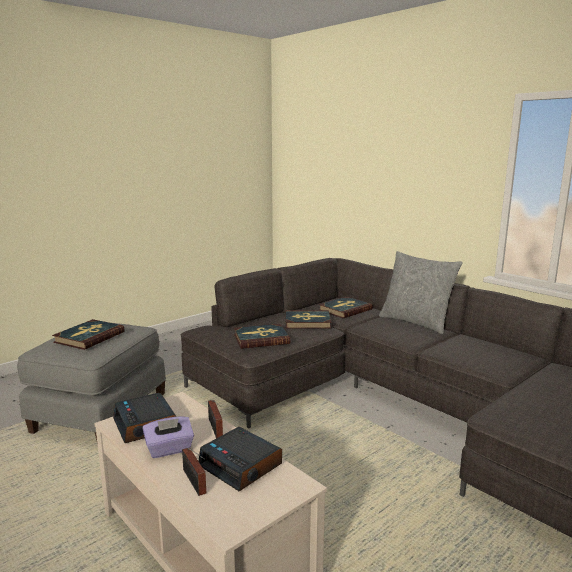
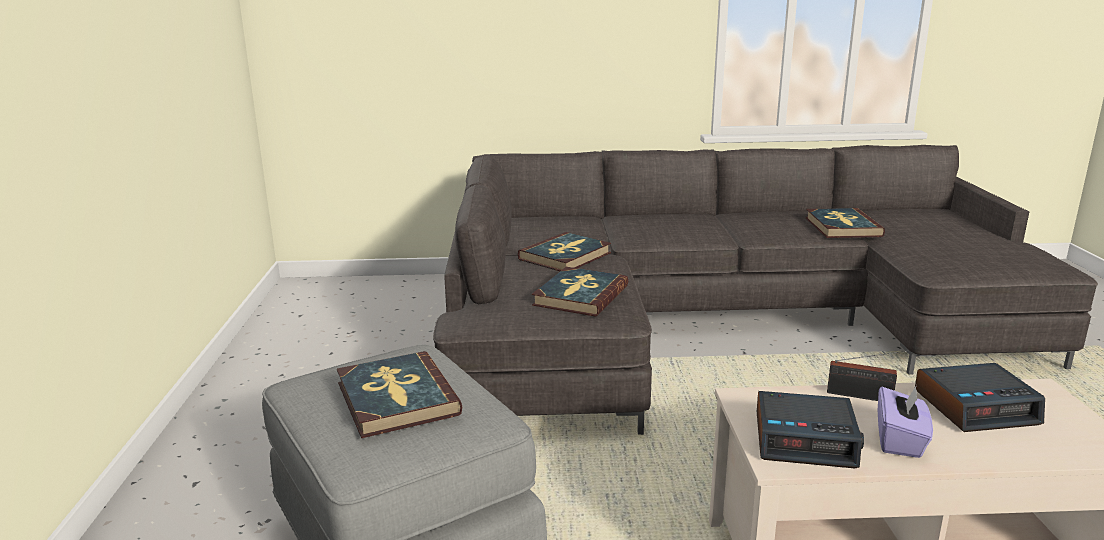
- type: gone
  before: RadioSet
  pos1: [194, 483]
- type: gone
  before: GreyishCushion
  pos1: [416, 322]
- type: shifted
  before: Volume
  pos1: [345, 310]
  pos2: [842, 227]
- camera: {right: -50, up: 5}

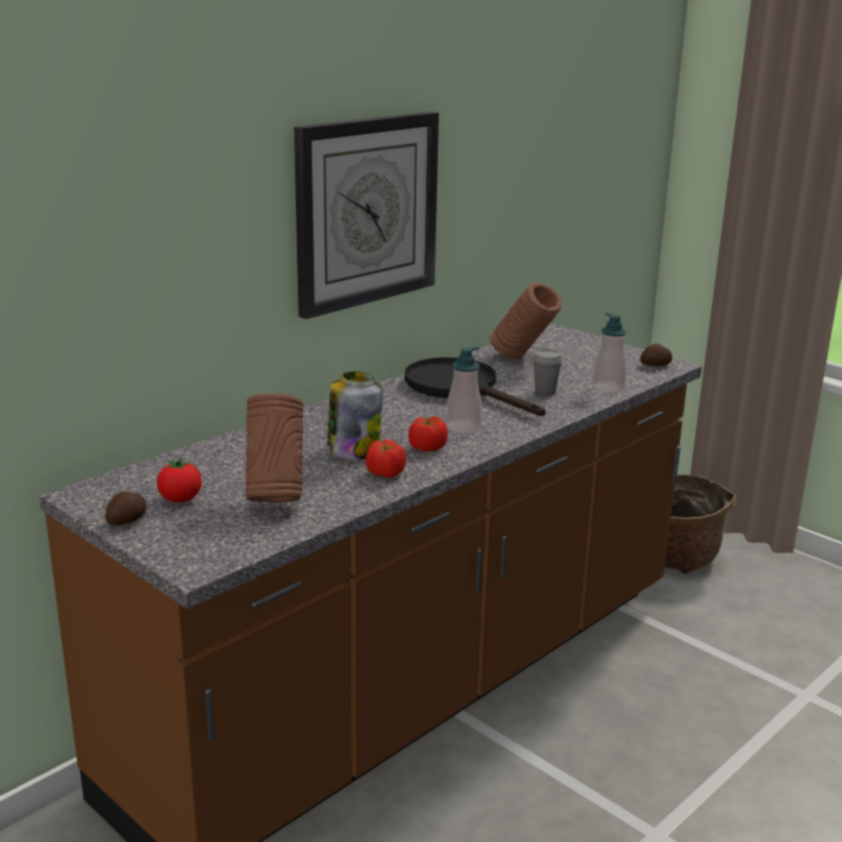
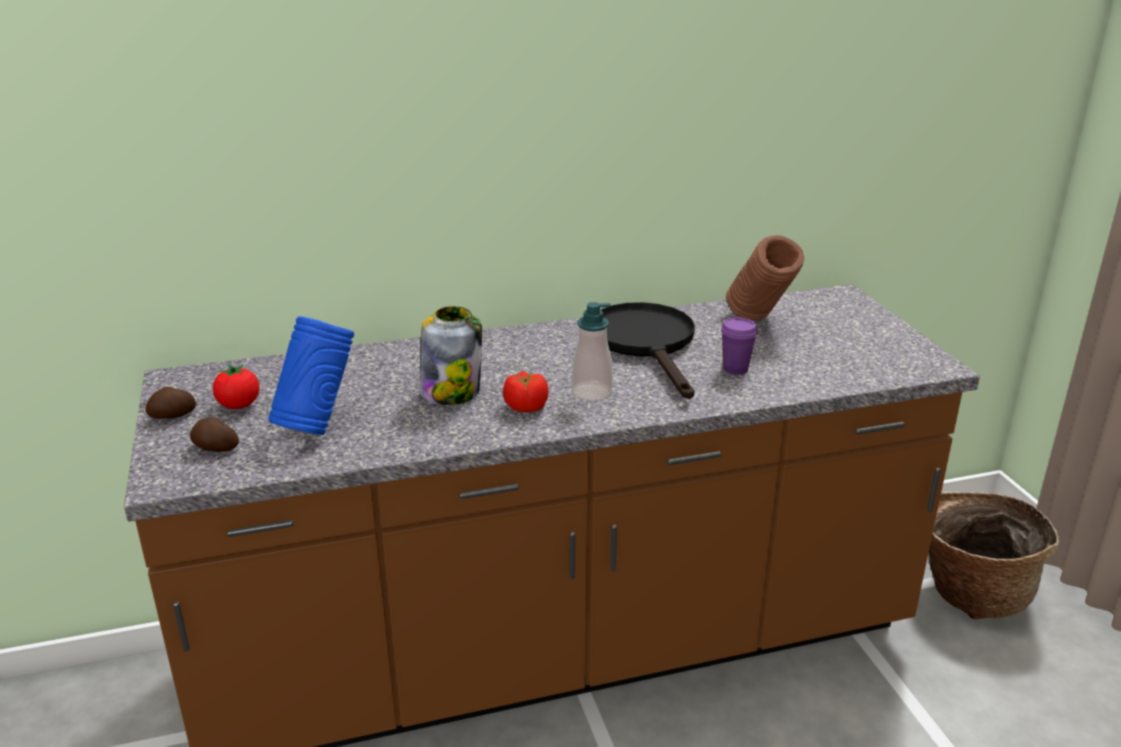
- type: gone
  before: WallClock
  pos1: [366, 211]
- type: gone
  before: FreshTomato
  pos1: [385, 473]
- type: gone
  before: SoapDispenser
  pos1: [608, 388]
- type: shifted
  before: WholePotato
  pos1: [656, 365]
  pos2: [215, 448]
- type: repainted
  before: BrownDecorativeVase
  after: BlueColouredDecorativeVase
  pos1: [276, 498]
  pos2: [317, 427]
- type: repainted
  before: GreyishSmallCup
  after: PurplishSmallCup
  pos1: [545, 392]
  pos2: [735, 369]
- camera: {right: 30, up: 5}

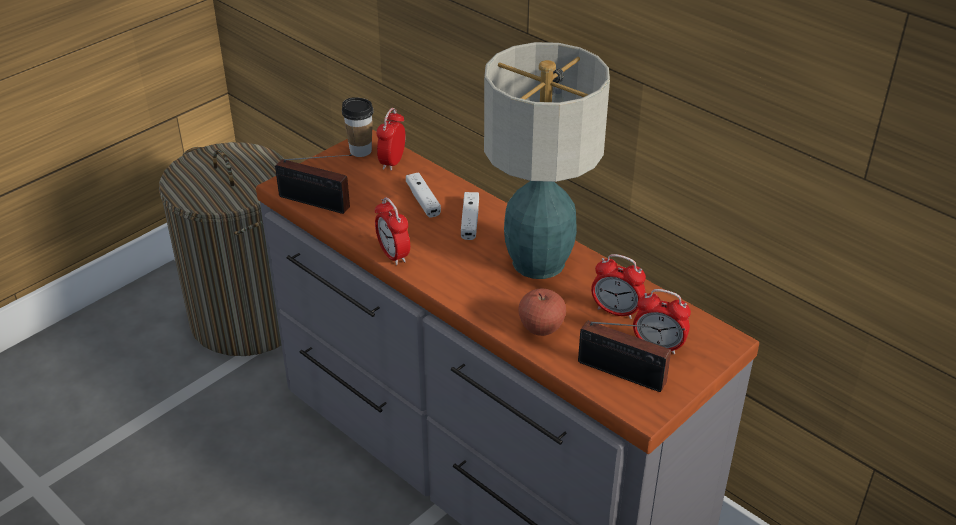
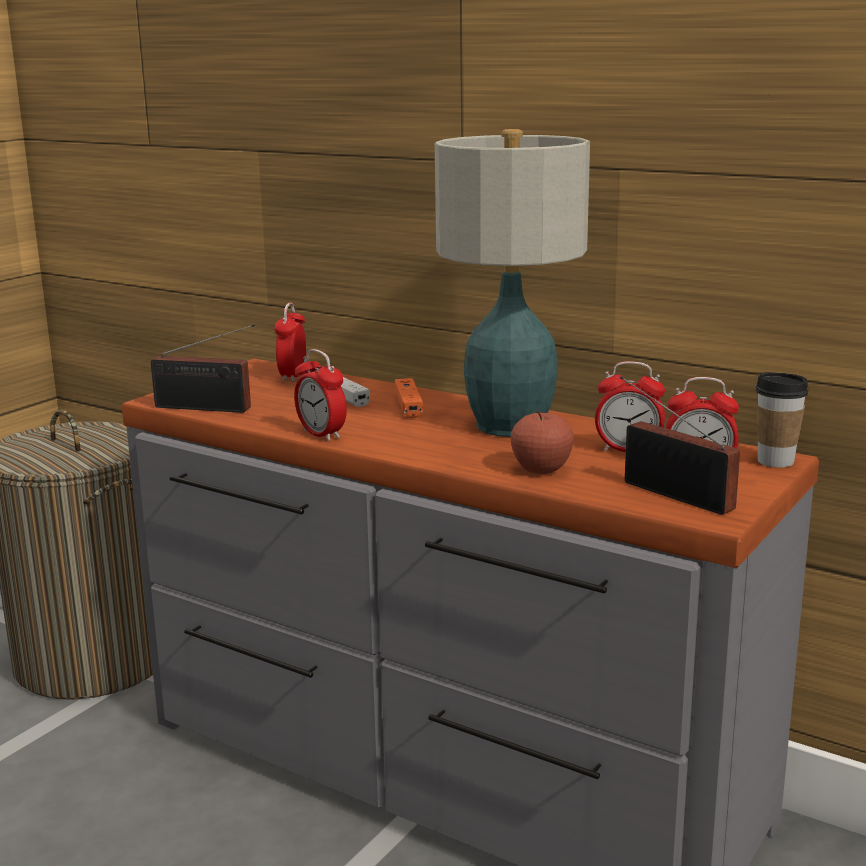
- type: shifted
  before: SmallCup
  pos1: [360, 151]
  pos2: [775, 461]
- type: repainted
  before: WhiteJoypad
  after: OrangeyJoypad
  pos1: [470, 221]
  pos2: [408, 406]
- type: rotated
  before: RadioSet
  pos1: [626, 375]
  pos2: [673, 493]
  turn: -150
- camera: {right: -10, up: -20}

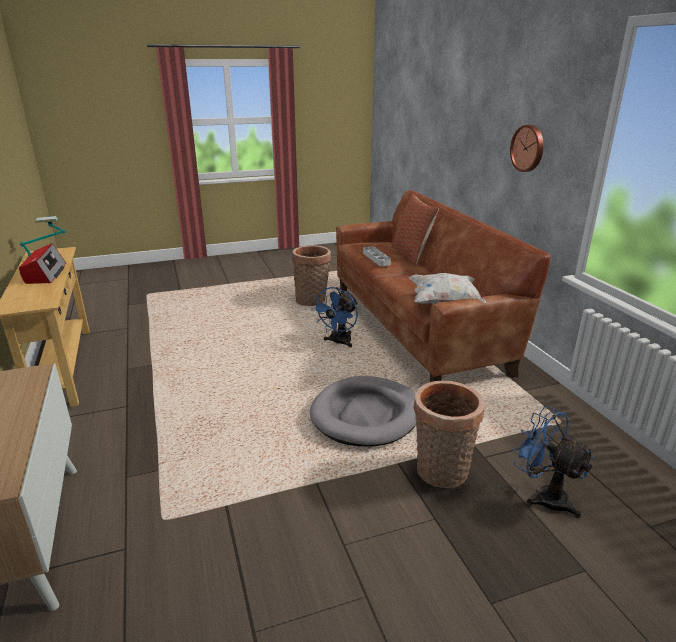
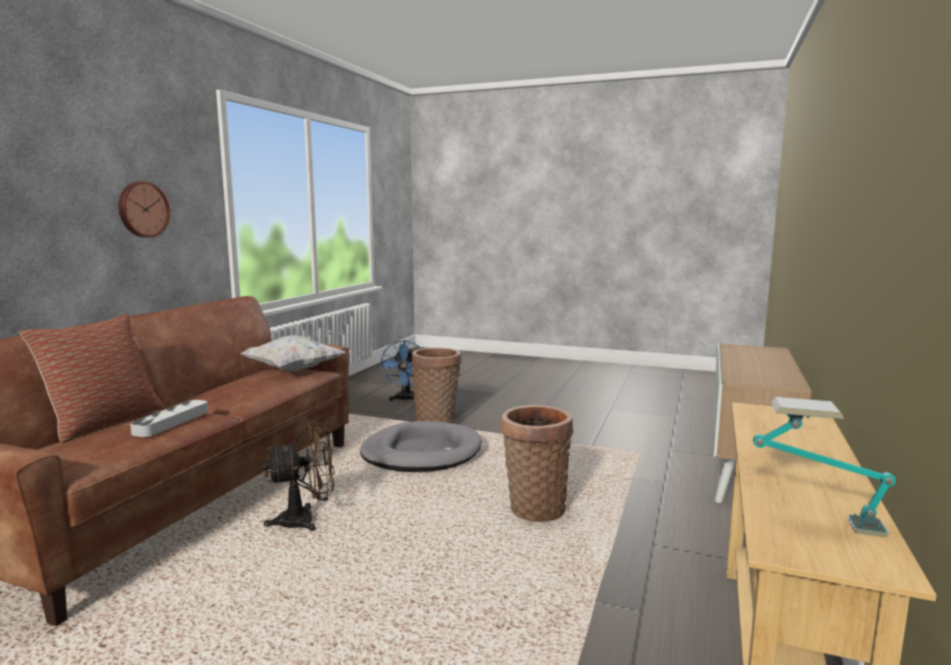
- type: gone
  before: RadioSet
  pos1: [45, 274]
- type: shifted
  before: HouseholdBasket
  pos1: [312, 301]
  pos2: [534, 508]
- type: repainted
  before: BlueColouredElectricFan
  after: BrownElectricFan
  pos1: [338, 342]
  pos2: [306, 520]
- camera: {right: -140, up: -15}

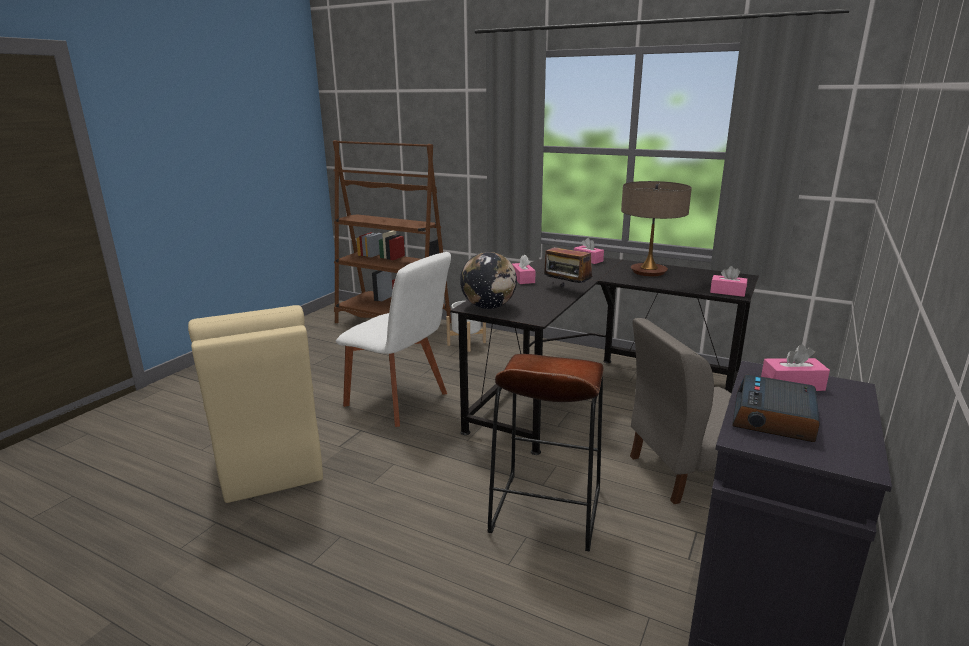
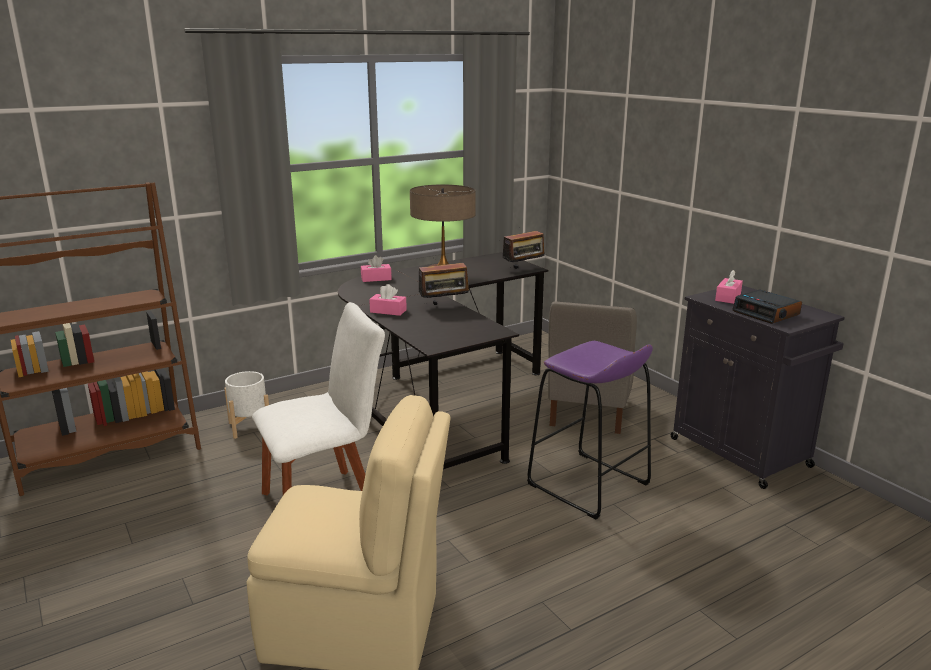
- type: gone
  before: WorldGlobe
  pos1: [488, 307]
- type: swapped
  before: PinkTissueBox
  after: RadioSet
  pos1: [727, 292]
  pos2: [524, 268]
- type: repainted
  before: BrownStoolSeat
  after: PurplishStoolSeat
  pos1: [545, 510]
  pos2: [588, 484]
- camera: {right: -60, up: 0}

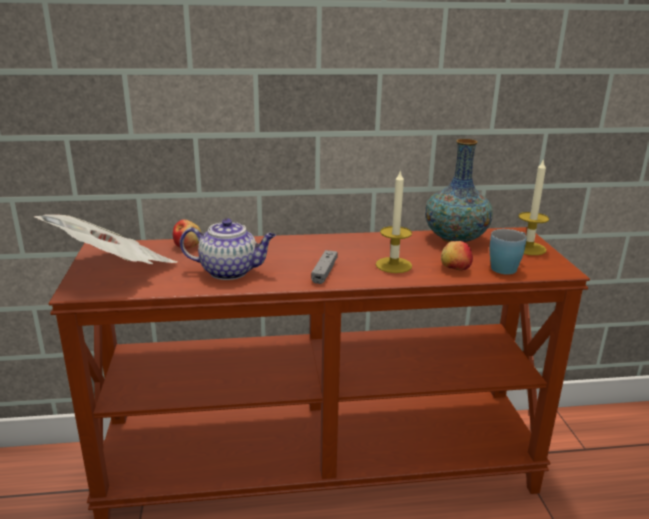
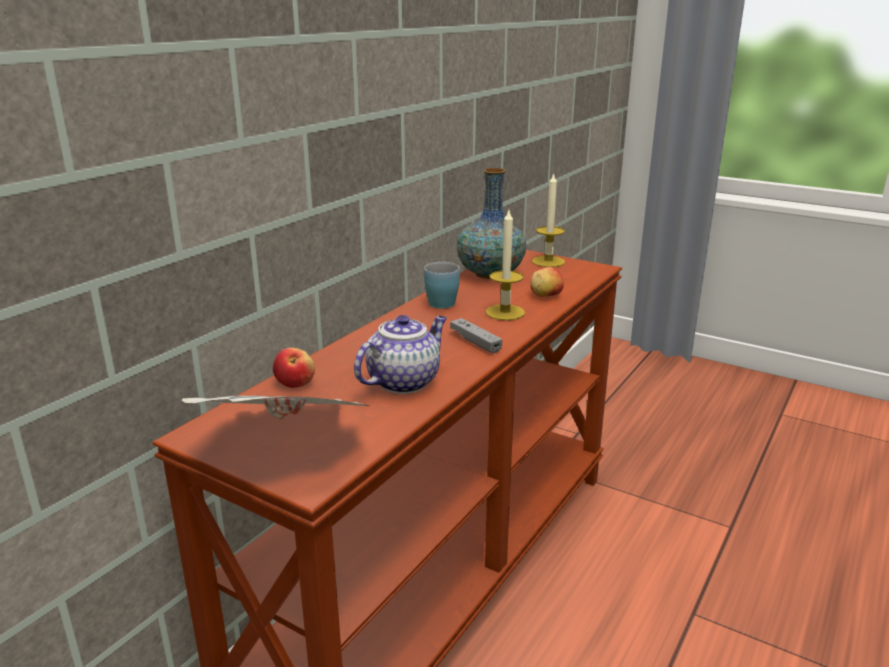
- type: shifted
  before: BlueColouredMug
  pos1: [507, 267]
  pos2: [441, 301]
- camera: {right: -50, up: 0}

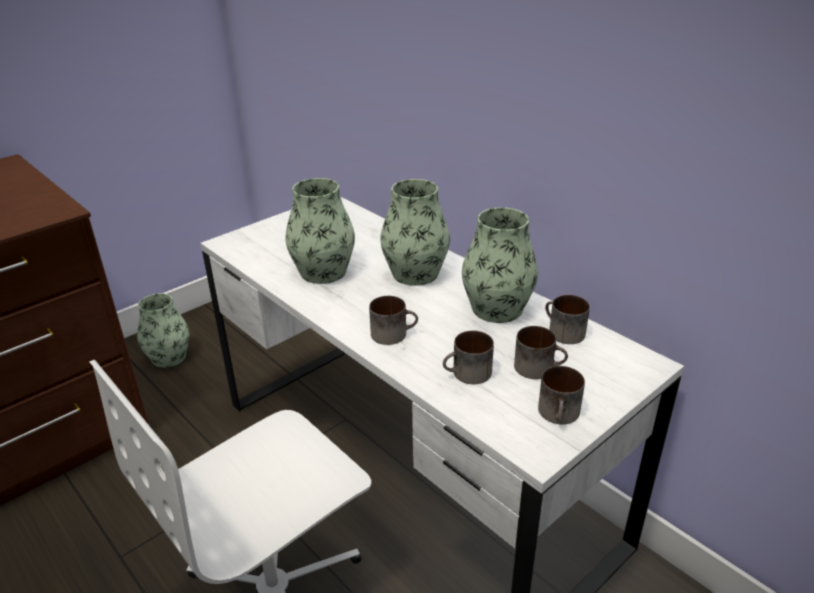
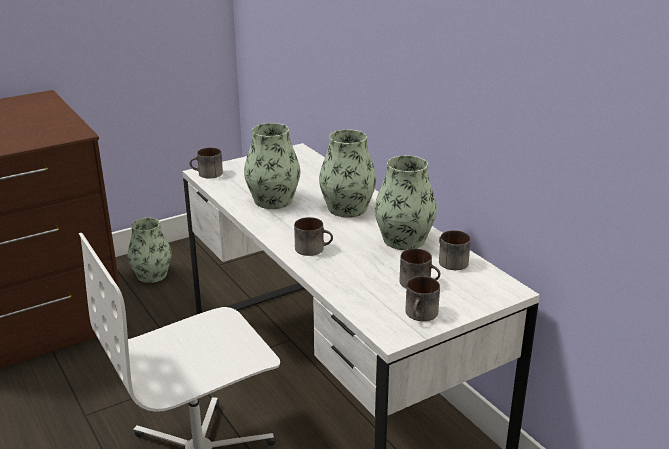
- type: shifted
  before: Mug
  pos1: [468, 374]
  pos2: [207, 174]
- camera: {right: 10, up: -5}

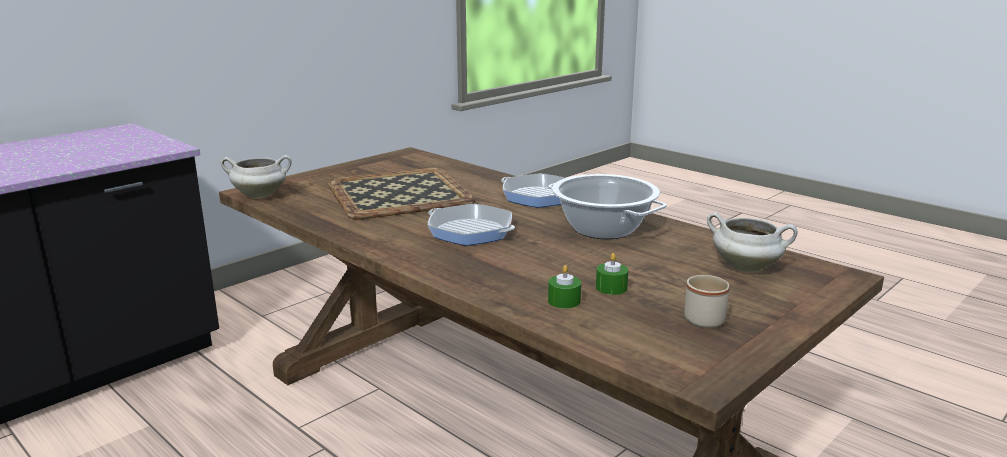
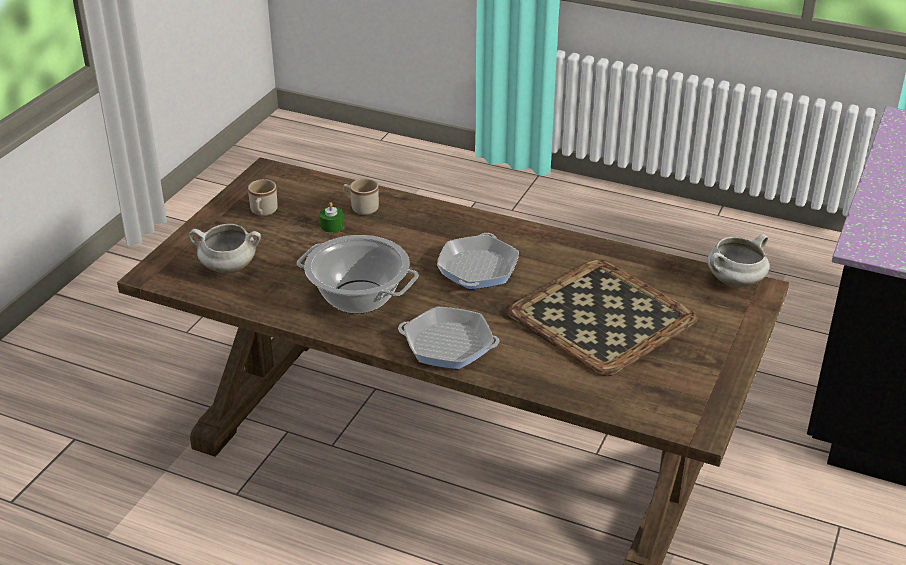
- type: swapped
  before: GreenColouredWaxLight
  after: BeigeColouredMug
  pos1: [564, 301]
  pos2: [361, 208]
- type: rotated
  before: Skillet
  pos1: [470, 231]
  pos2: [477, 268]
  turn: -90
- camera: {right: 160, up: 15}

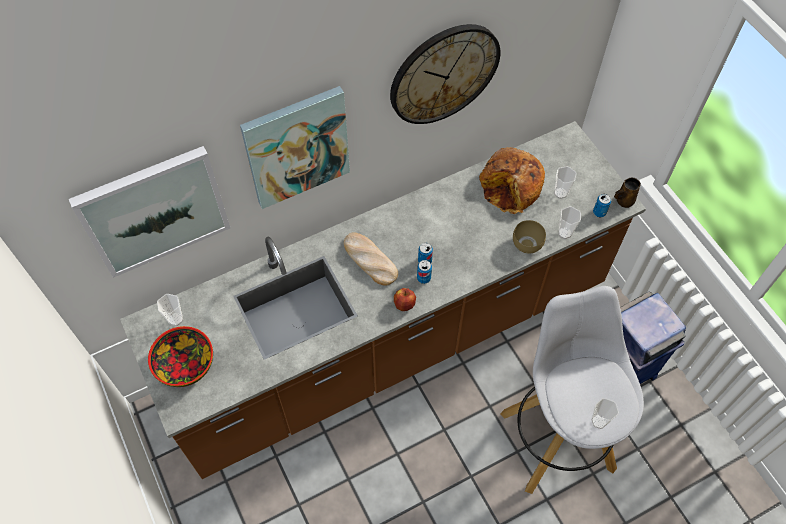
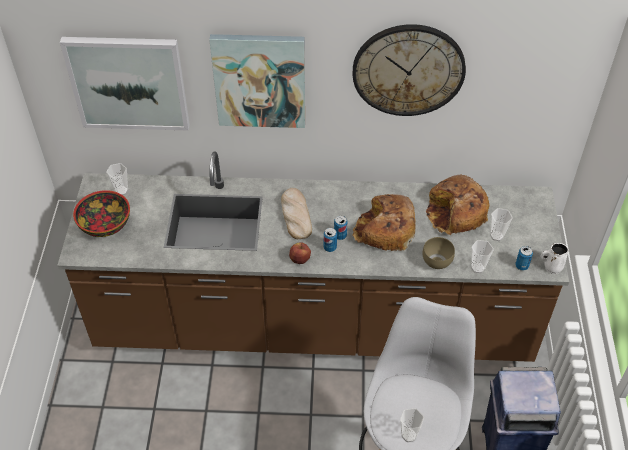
- type: new
  after: BakeryBread
  pos2: [384, 230]
- type: repainted
  before: BrownMug
  after: WhiteMug
  pos1: [623, 201]
  pos2: [551, 267]
- camera: {right: 30, up: -10}

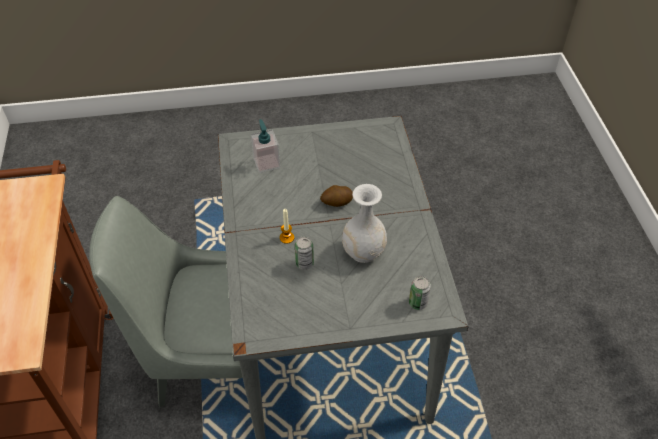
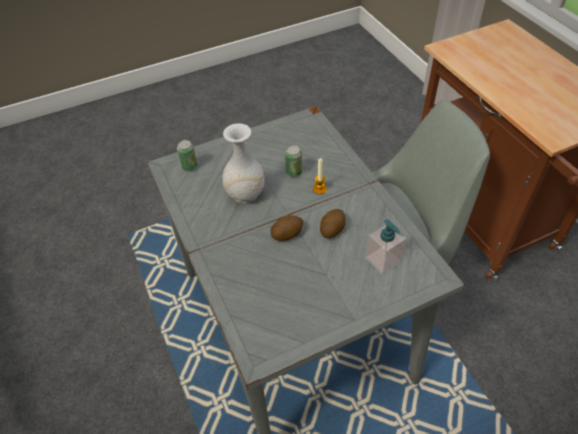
- type: new
  after: WholePotato
  pos2: [332, 229]
- camera: {right: 165, up: 0}

